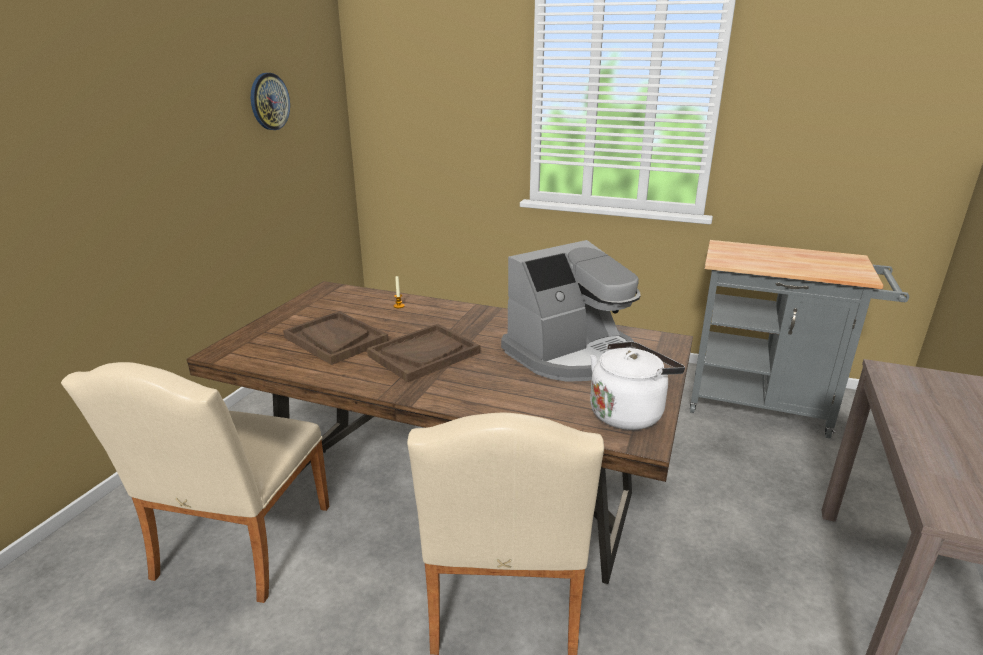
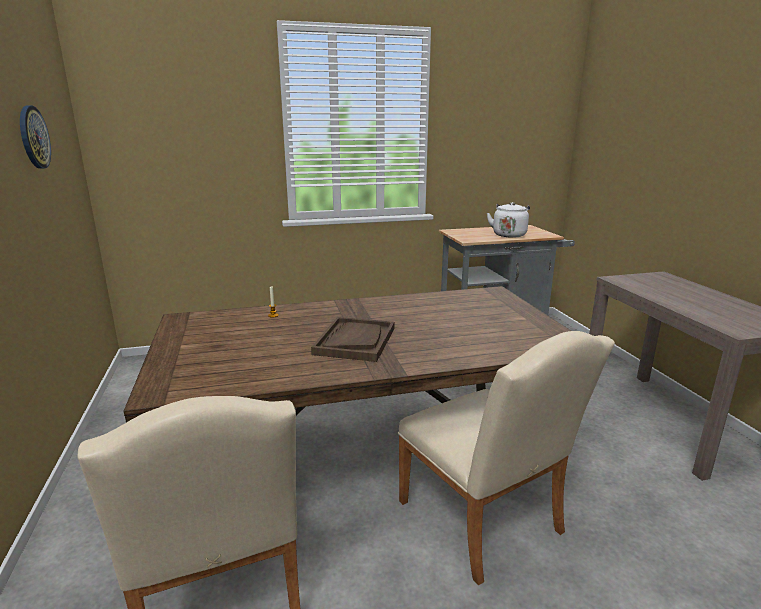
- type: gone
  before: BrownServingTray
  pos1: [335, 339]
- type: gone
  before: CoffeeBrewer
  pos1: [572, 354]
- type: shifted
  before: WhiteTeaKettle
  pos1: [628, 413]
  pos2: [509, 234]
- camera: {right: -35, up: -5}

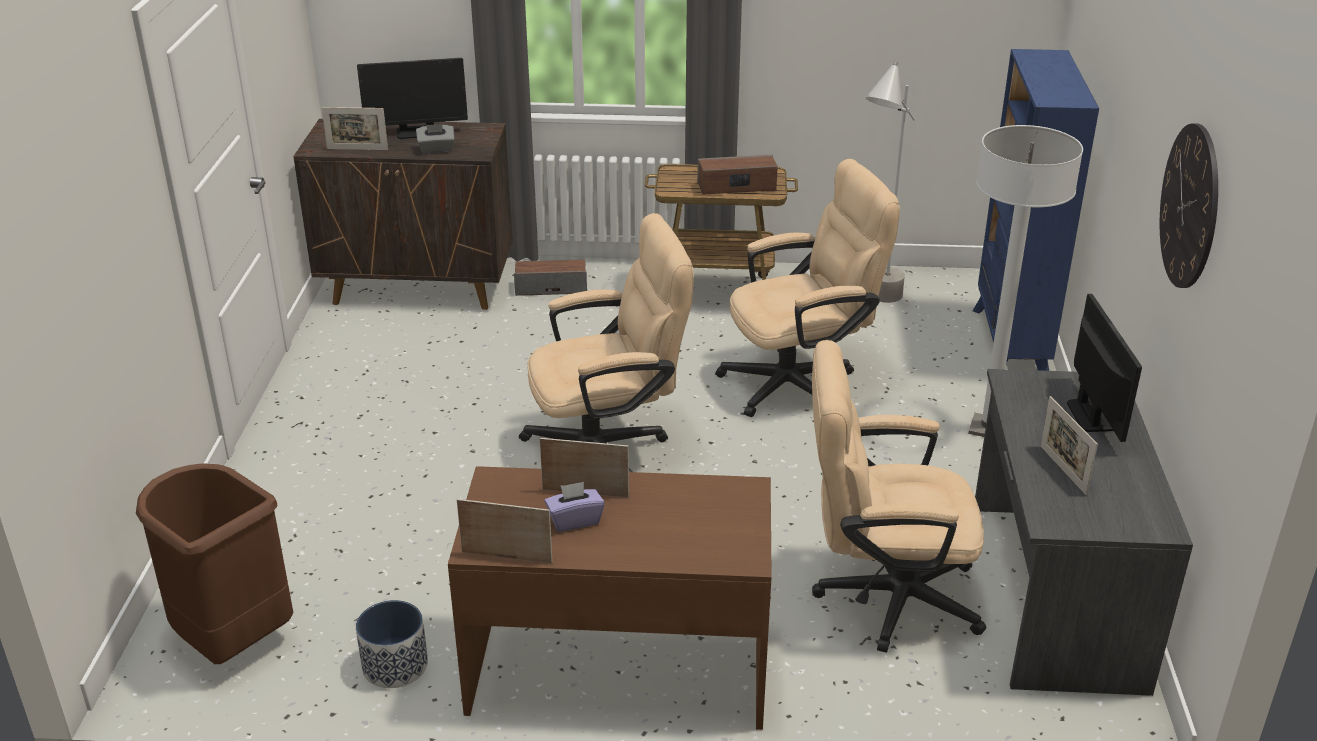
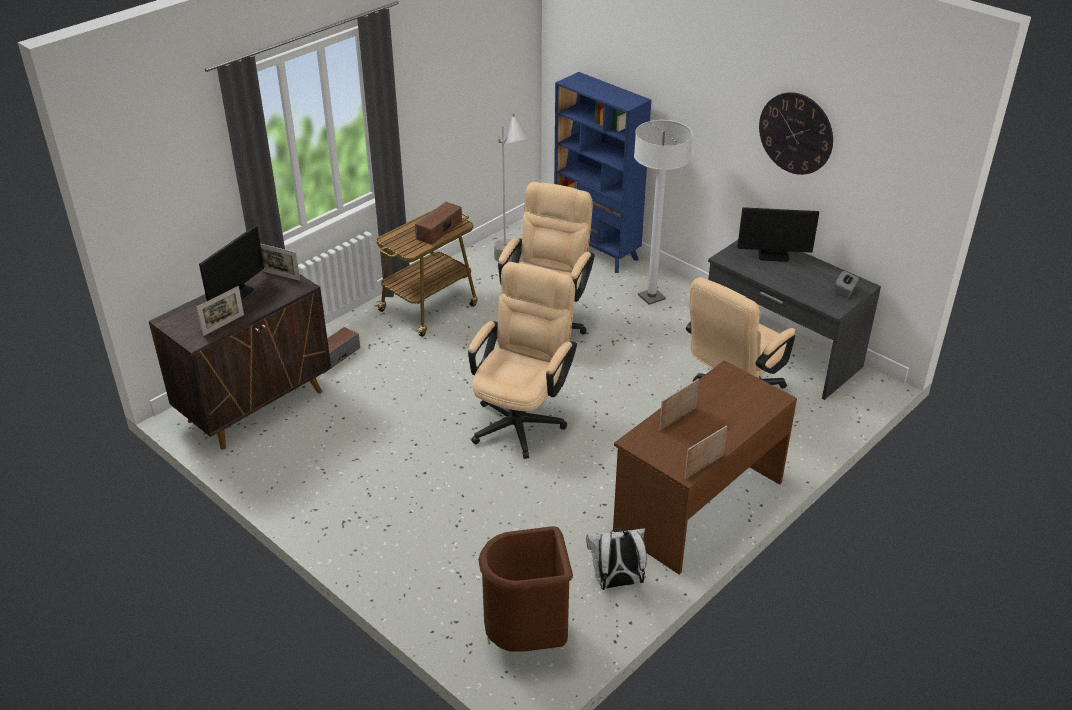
- type: gone
  before: PurplishTissueBox
  pos1: [574, 520]
- type: shifted
  before: GreyishTissueBox
  pos1: [436, 149]
  pos2: [845, 291]
- type: shifted
  before: StandingFrame
  pos1: [1063, 470]
  pos2: [280, 275]
- type: swapped
  before: FlowerPot
  after: WhiteRucksack
  pos1: [394, 666]
  pos2: [616, 582]
- type: rotated
  before: ComputerScreen
  pos1: [1091, 415]
  pos2: [773, 255]
  turn: 150
- camera: {right: -50, up: 5}

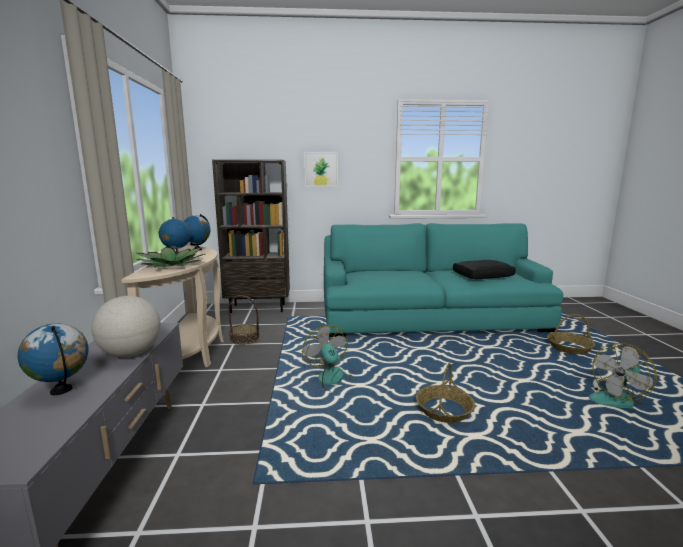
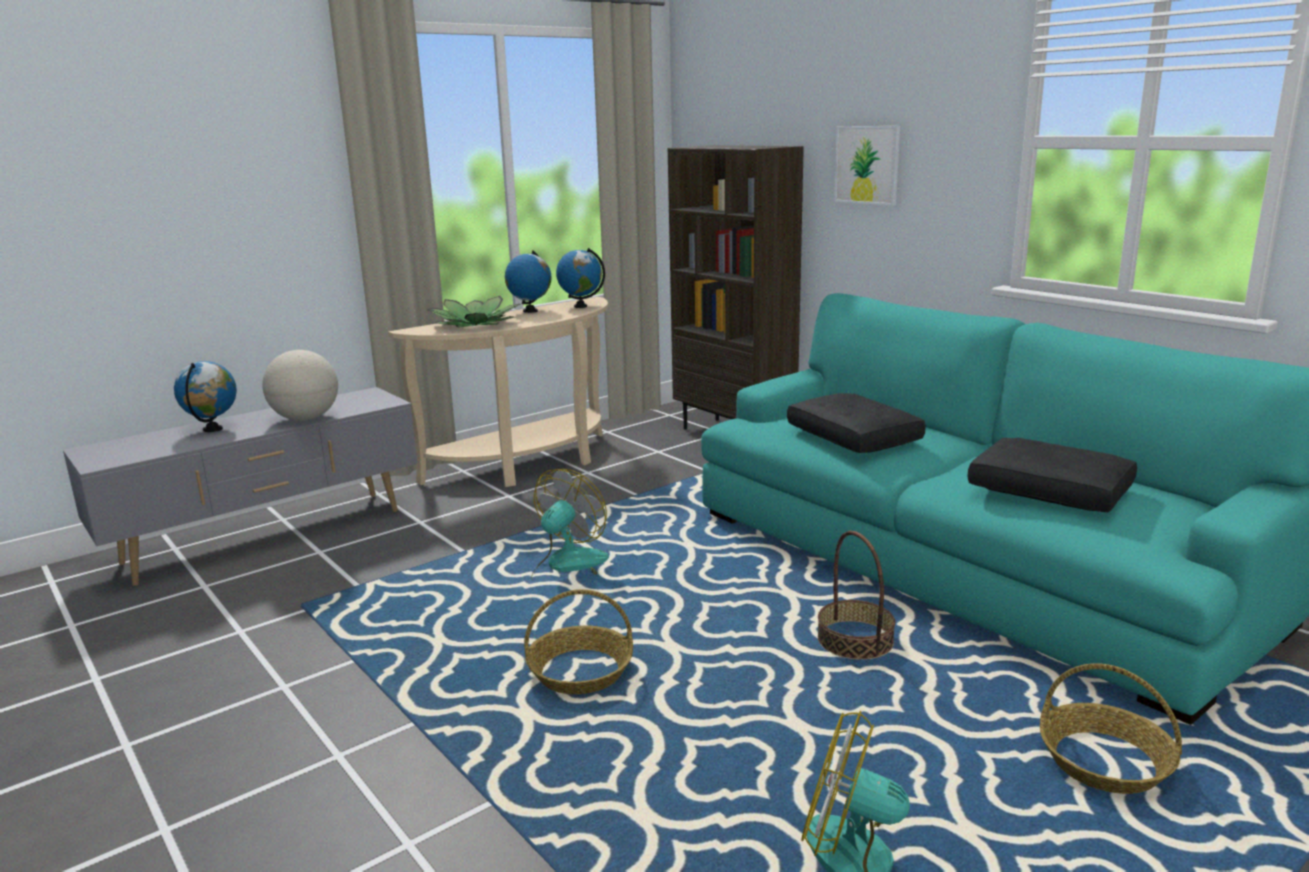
- type: new
  after: BlackColouredCushion
  pos2: [855, 437]
- type: shifted
  before: HouseholdBasket
  pos1: [244, 338]
  pos2: [855, 641]
- camera: {right: 55, up: 5}

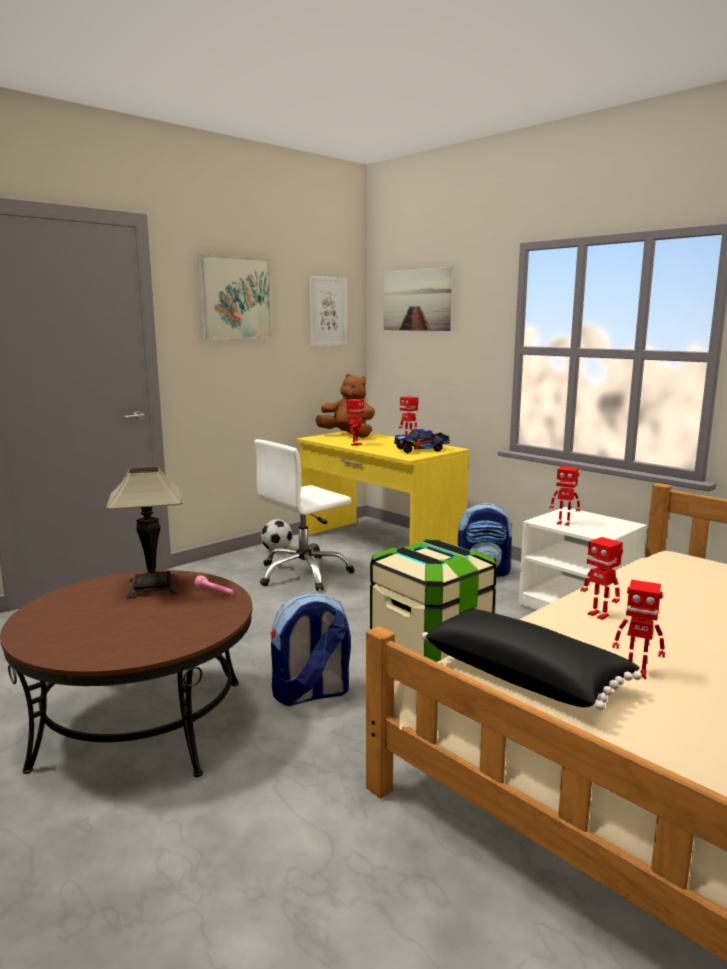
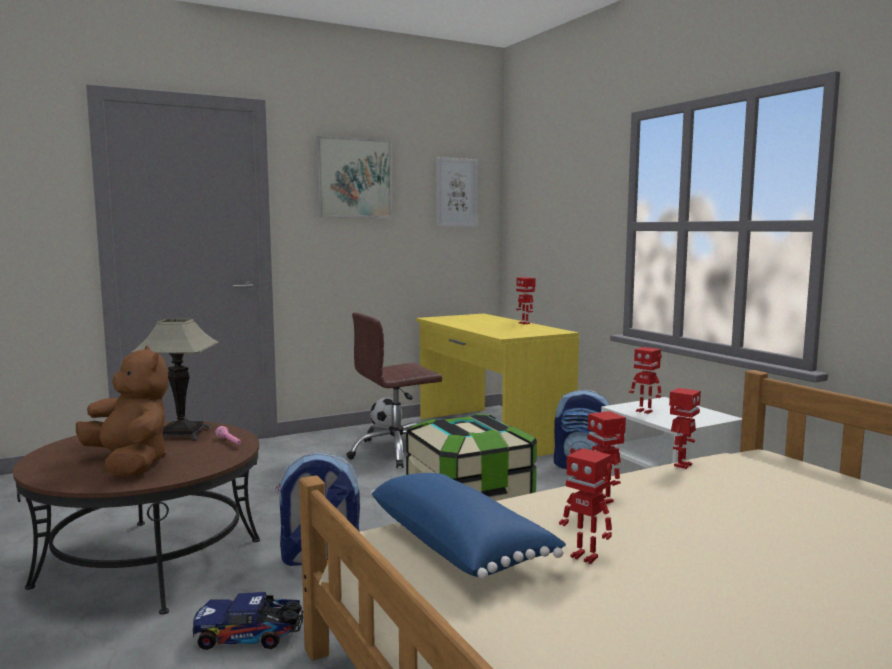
- type: gone
  before: WallArt
  pos1: [417, 300]
- type: shifted
  before: BrownPlushToy
  pos1: [348, 435]
  pos2: [130, 464]
- type: shifted
  before: ModelRobot
  pos1: [355, 444]
  pos2: [681, 465]
- type: shifted
  before: ToyLorry
  pos1: [422, 450]
  pos2: [250, 637]
- type: repainted
  before: WhiteDeskChair
  after: BrownDeskChair
  pos1: [304, 574]
  pos2: [396, 452]
- type: repainted
  before: BlackColouredCushion
  after: BlueColouredCushion
  pos1: [525, 676]
  pos2: [459, 545]
- camera: {right: 15, up: -5}

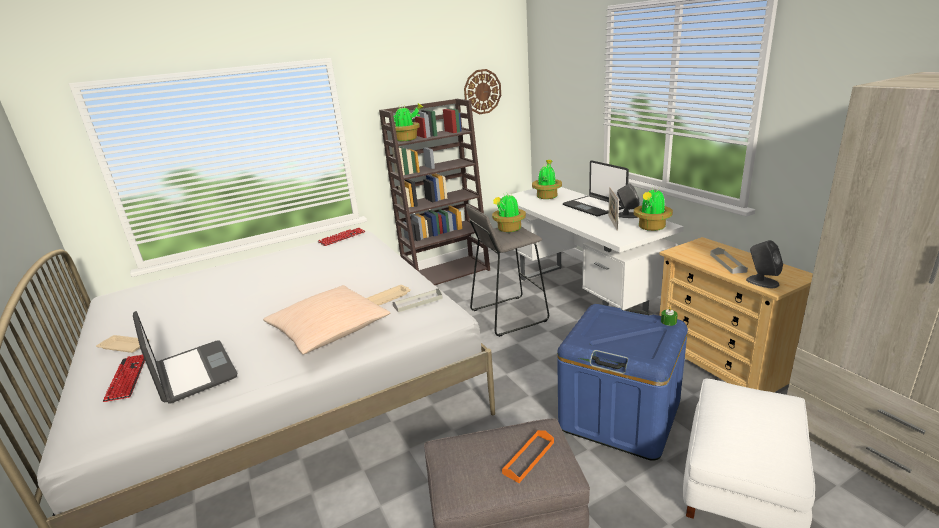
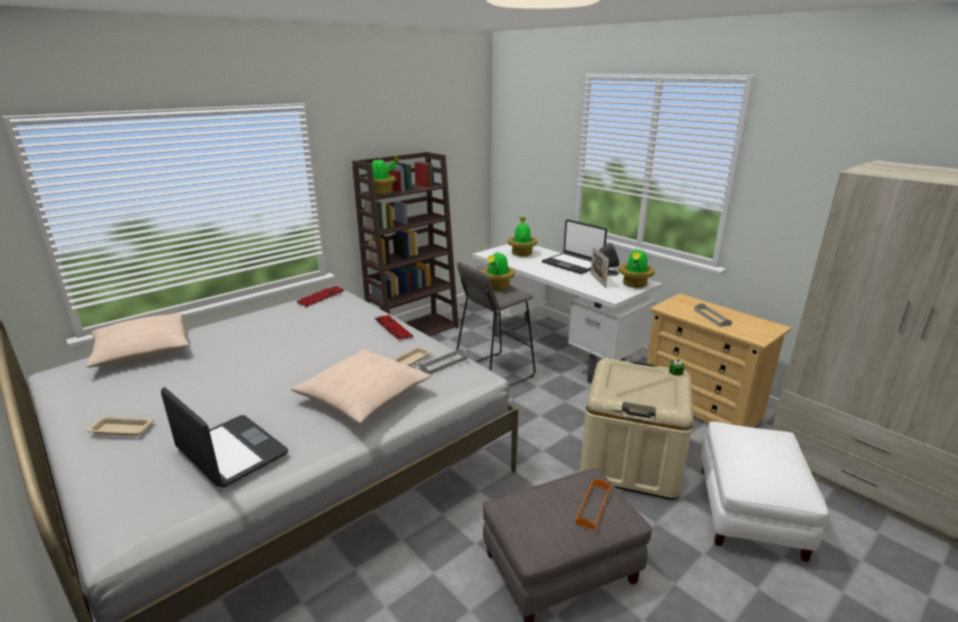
- type: gone
  before: WallClock
  pos1: [482, 91]
- type: gone
  before: GreyishSpeaker
  pos1: [762, 282]
- type: new
  after: BeigeColouredCushion
  pos2: [142, 351]
- type: shifted
  before: ComputerKeyboard
  pos1: [127, 378]
  pos2: [393, 328]
- type: repainted
  before: BlueColouredStorageContainer
  after: BeigeColouredStorageContainer
  pos1: [619, 415]
  pos2: [630, 461]
- camera: {right: -15, up: 0}

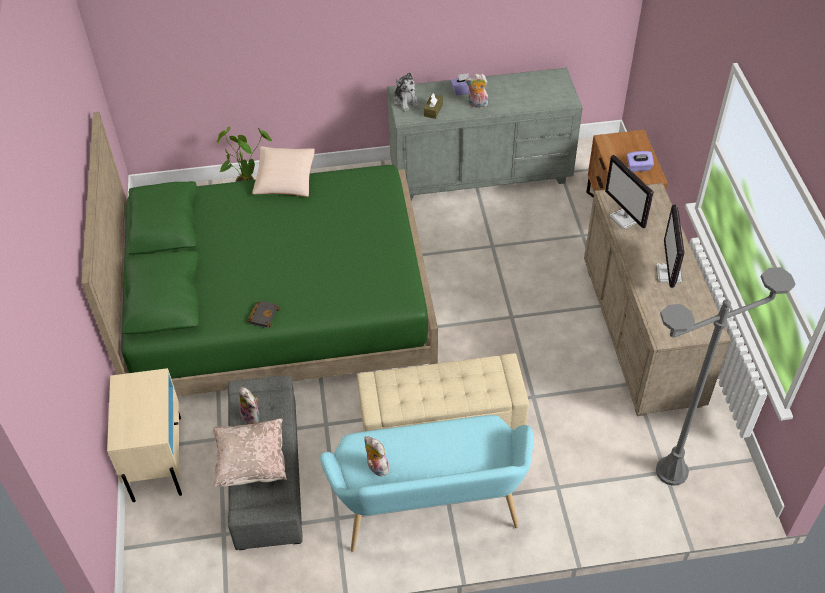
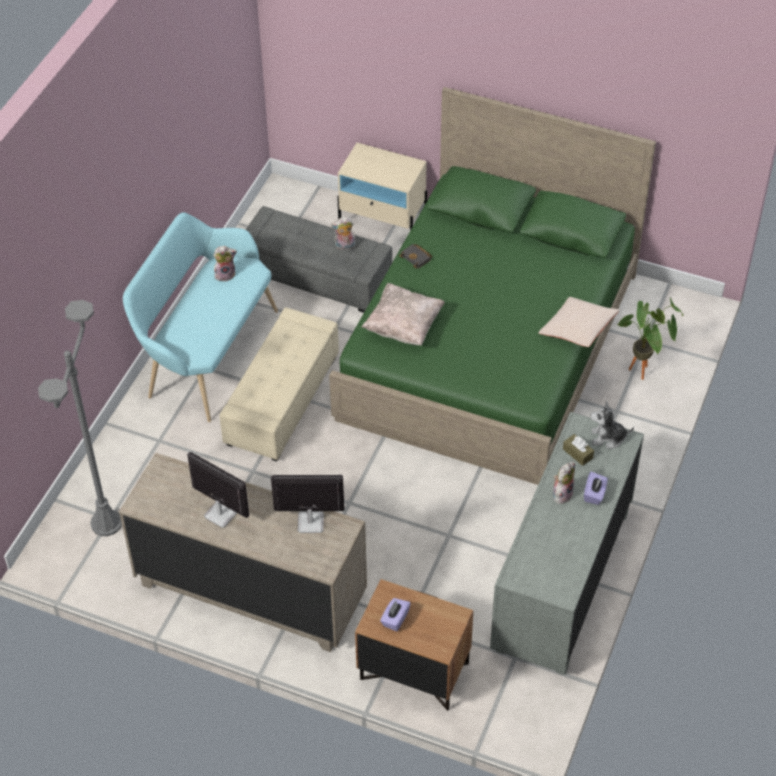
- type: shifted
  before: BeigeColouredCushion
  pos1: [251, 463]
  pos2: [403, 326]
- camera: {right: 120, up: 0}

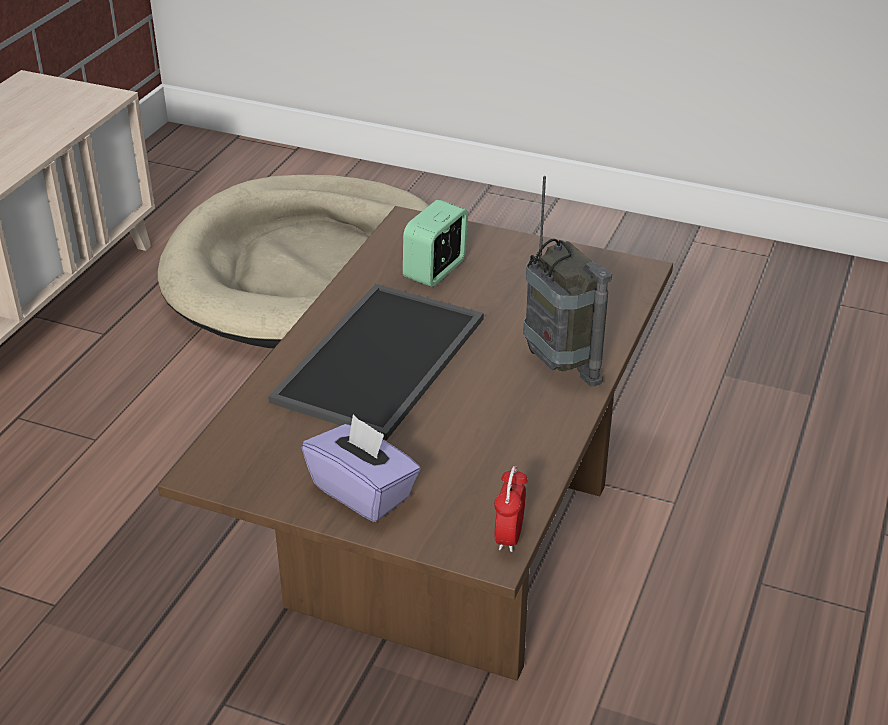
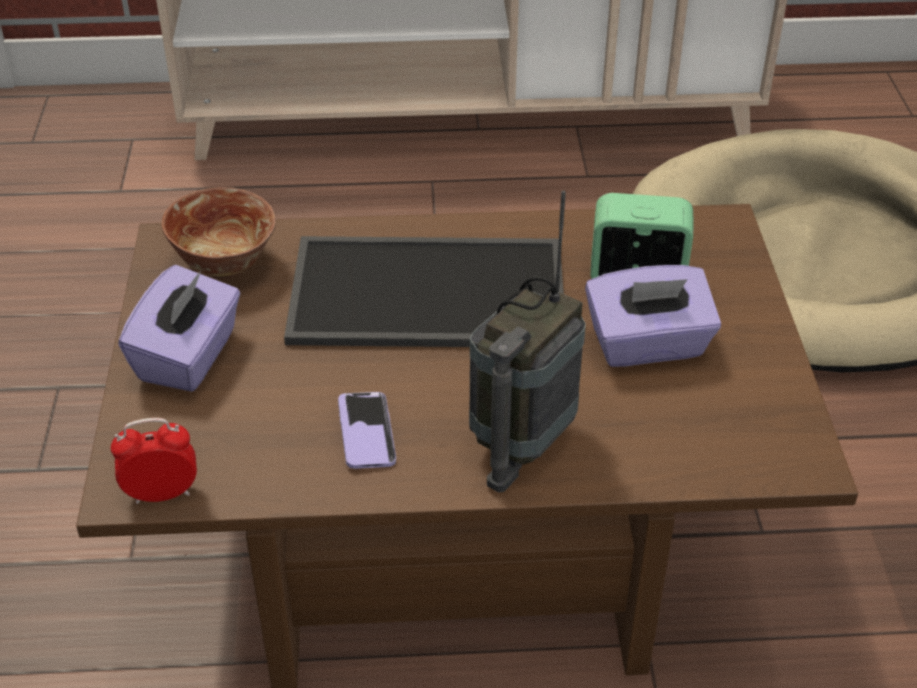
- type: new
  after: Bowl
  pos2: [225, 264]
- type: new
  after: Telephone
  pos2: [366, 432]
- type: new
  after: PurplishTissueBox
  pos2: [648, 345]
- camera: {right: 65, up: 5}

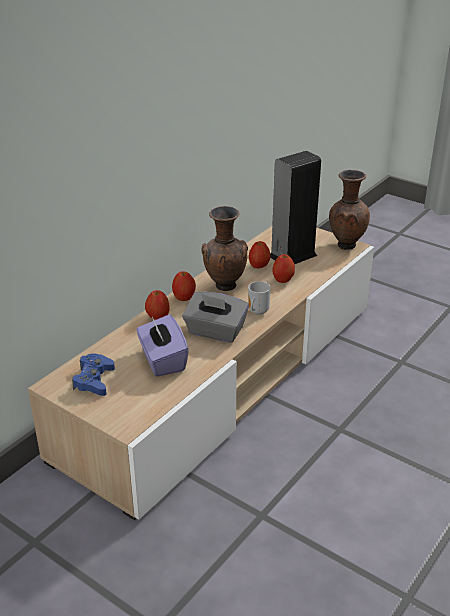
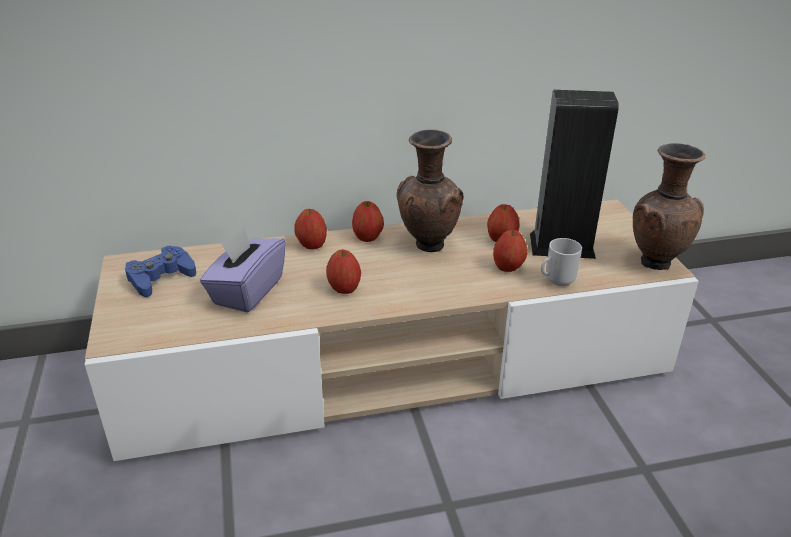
- type: shifted
  before: Mug
  pos1: [256, 312]
  pos2: [557, 281]
- type: swapped
  before: GreyishTissueBox
  after: Apple
  pos1: [215, 332]
  pos2: [344, 289]
- camera: {right: 40, up: 0}

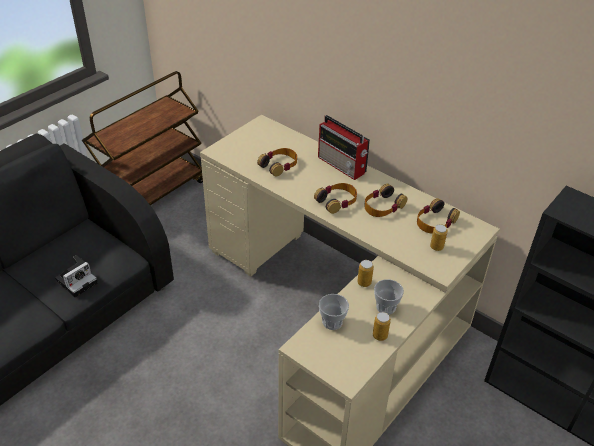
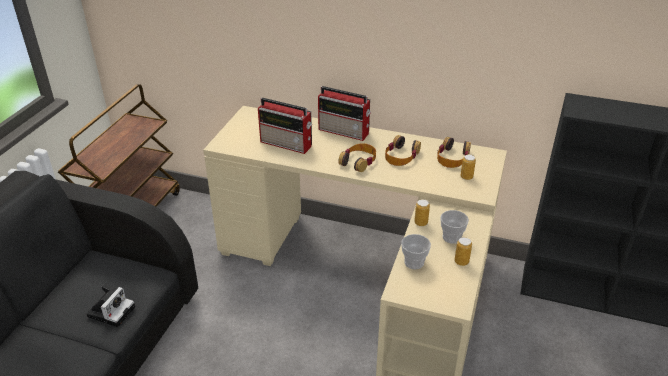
- type: swapped
  before: PairOfHeadphones
  after: RadioSet
  pos1: [279, 165]
  pos2: [287, 144]
- camera: {right: -20, up: -5}

